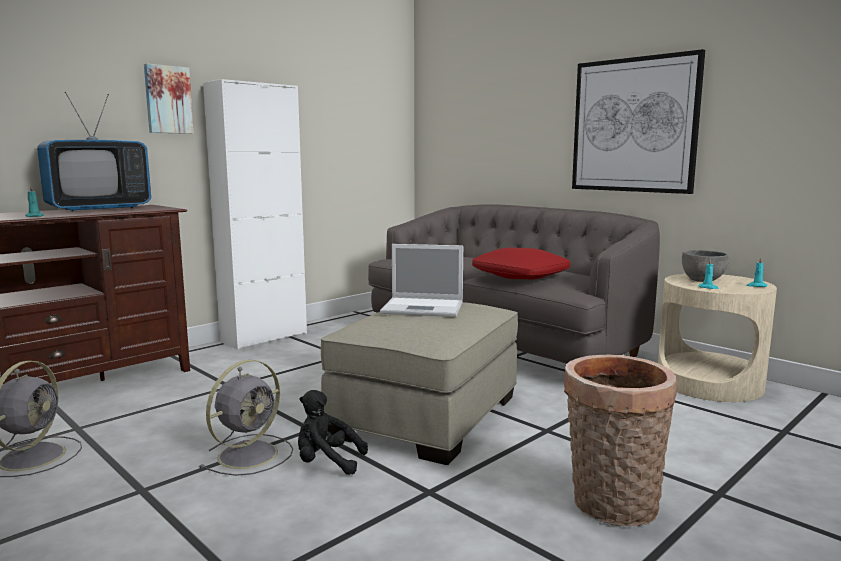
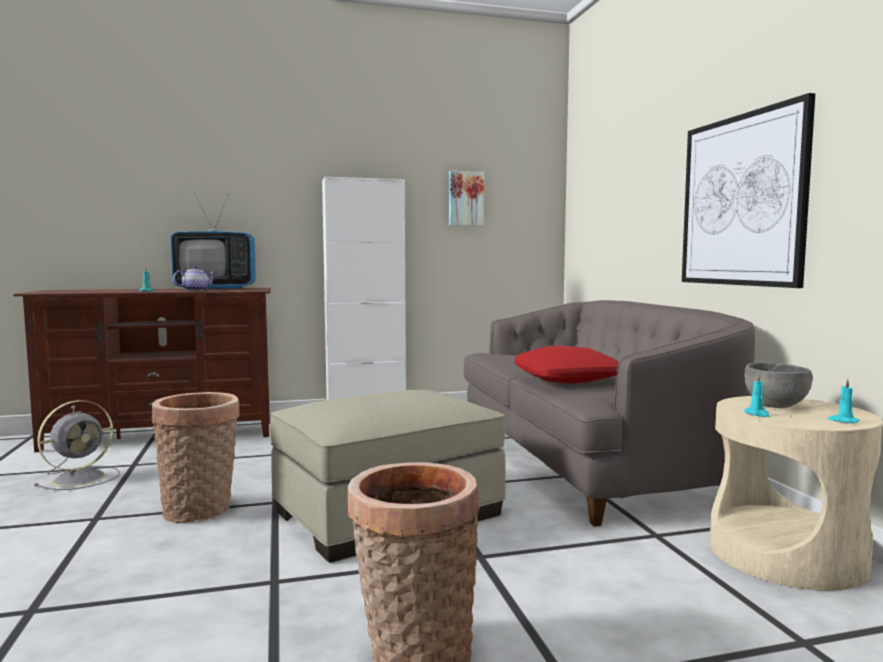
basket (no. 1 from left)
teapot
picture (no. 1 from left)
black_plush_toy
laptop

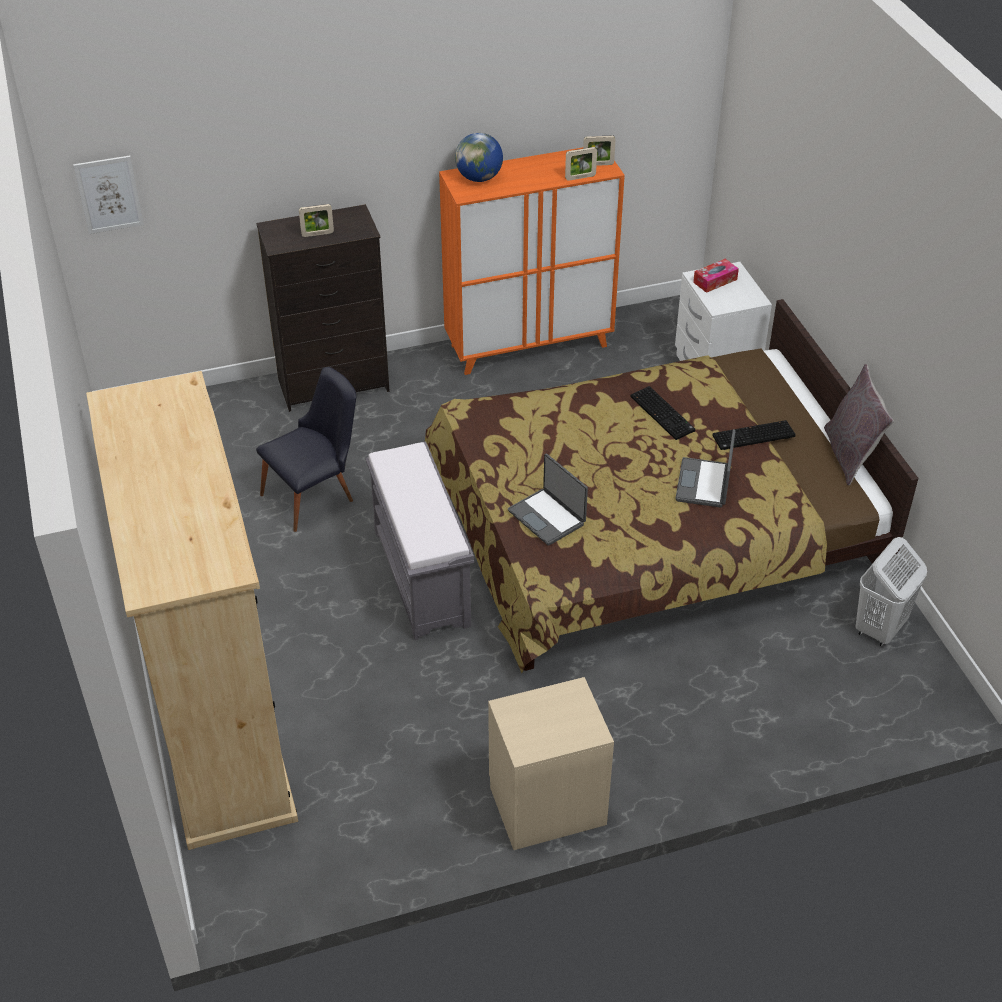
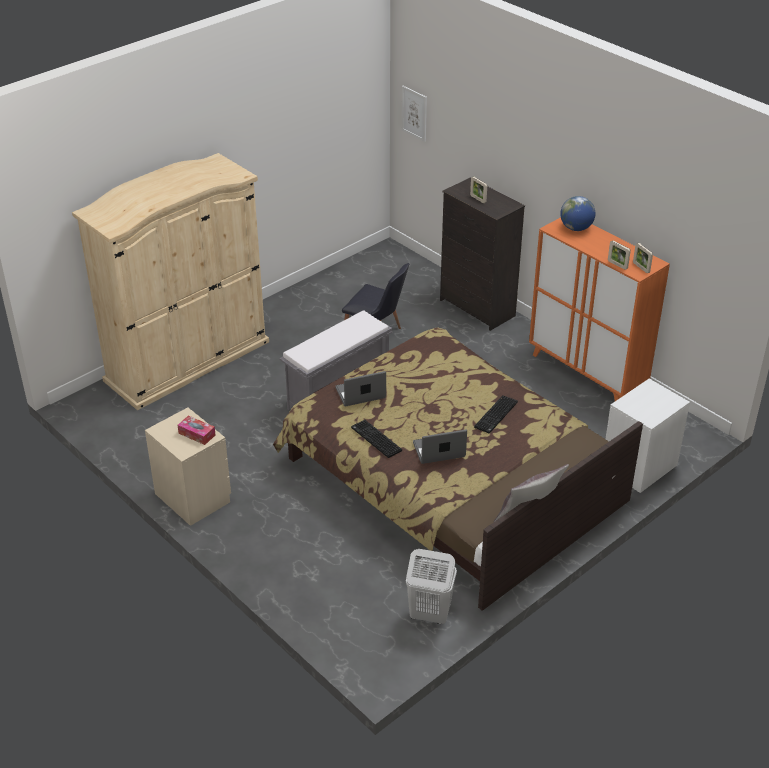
tissue_box
laptop (no. 1 from left)
keyboard (no. 1 from left)

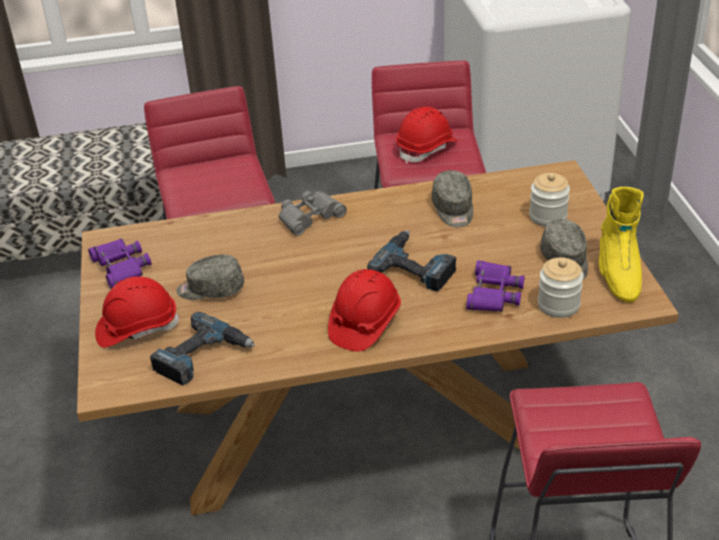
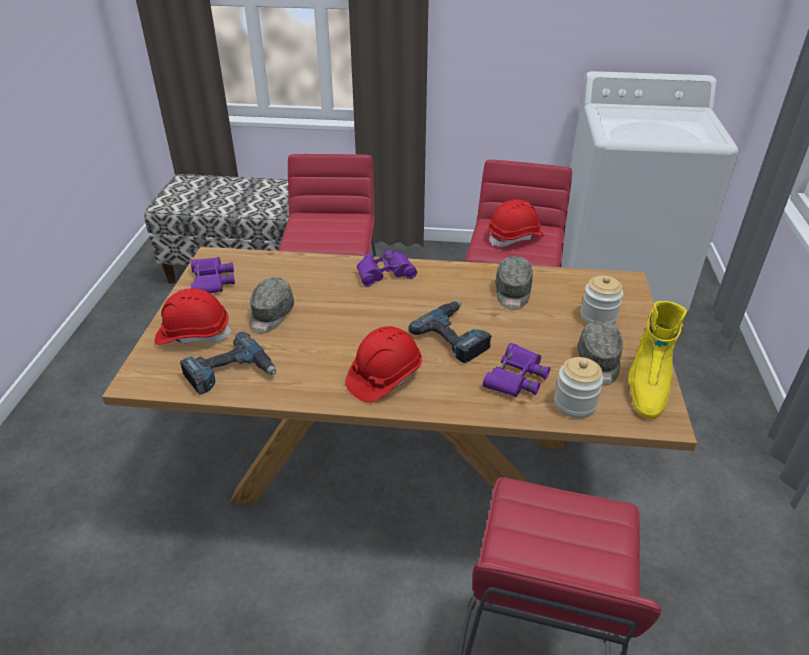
grey_cap (no. 1 from left)
purple_binoculars (no. 2 from left)

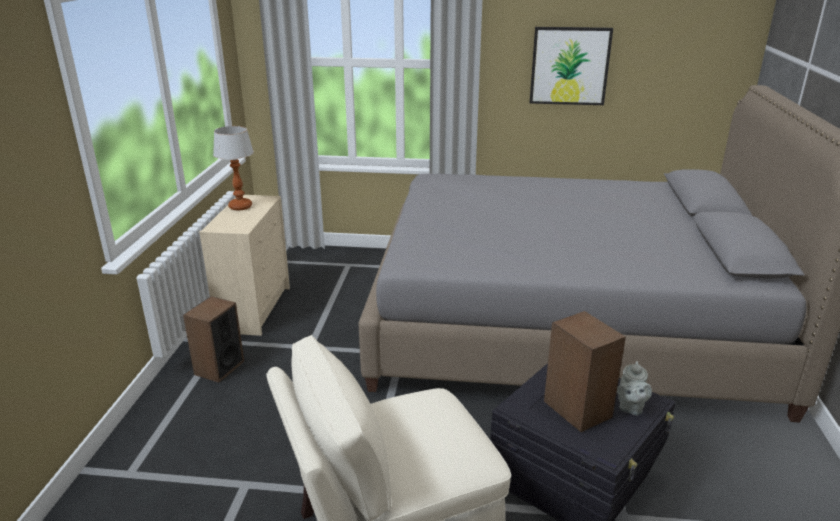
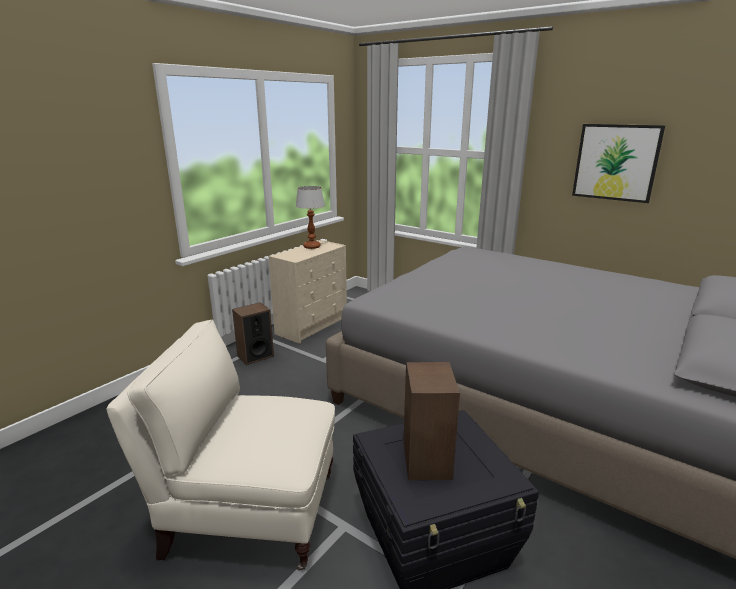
grey_teapot

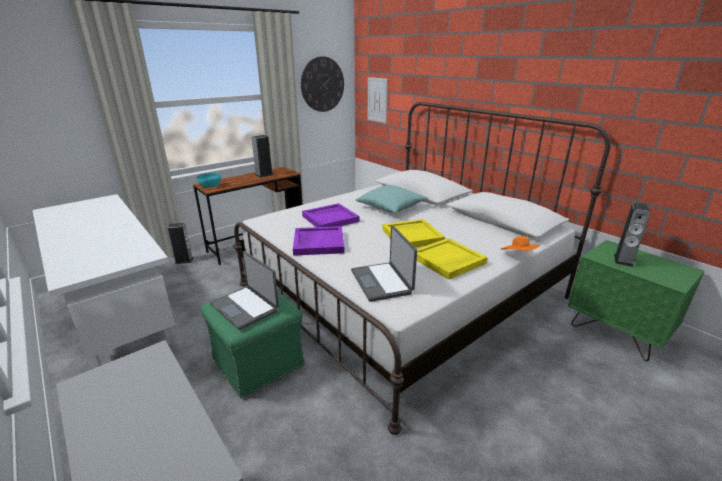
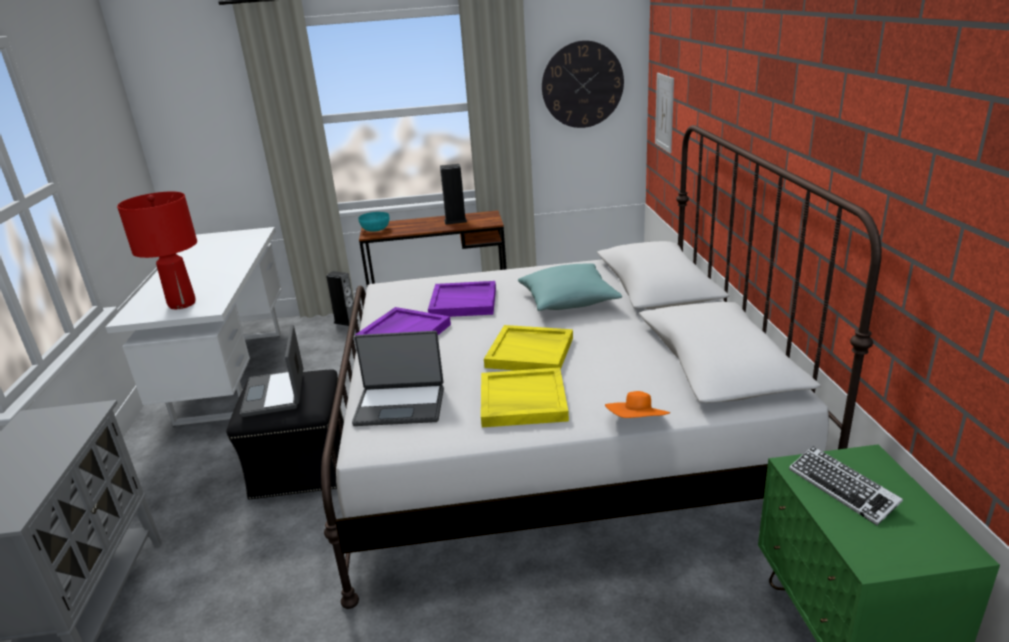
red_table_lamp
black_ottoman
laptop (no. 2 from left)
keyboard

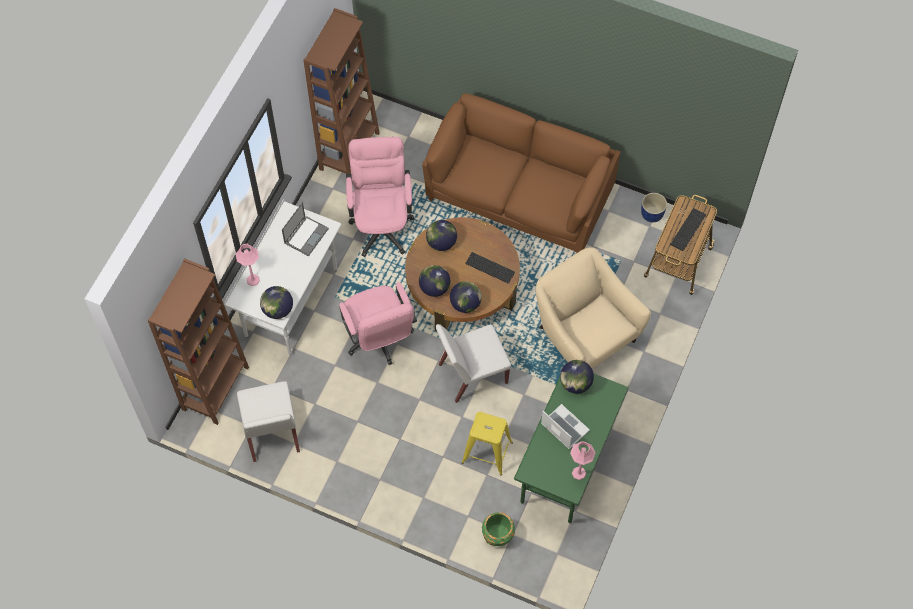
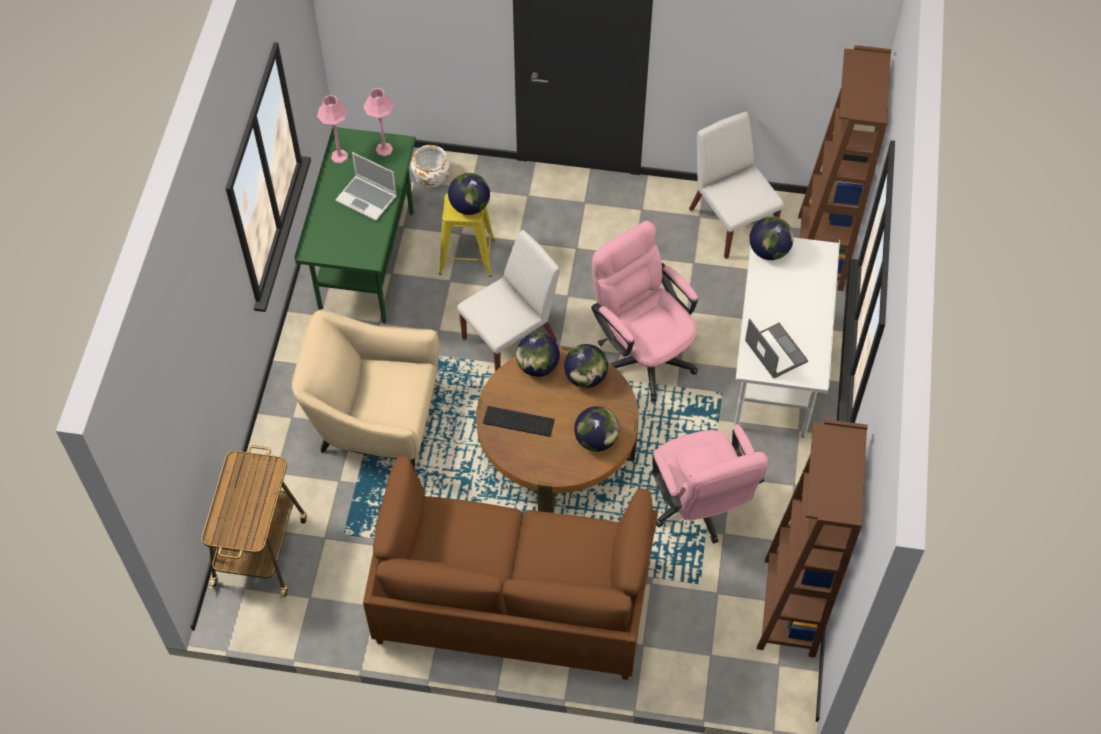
beige_armchair
pink_table_lamp (no. 2 from left)
white_planter
globe (no. 1 from left)
laptop (no. 2 from left)
blue_planter
keyboard (no. 2 from left in the first image)

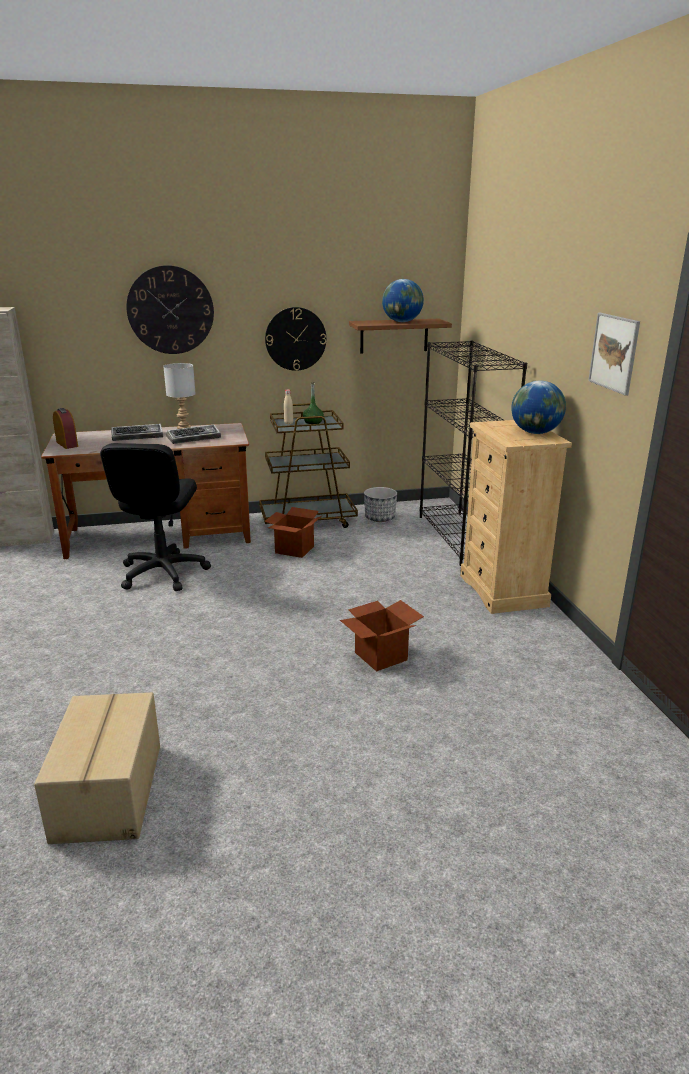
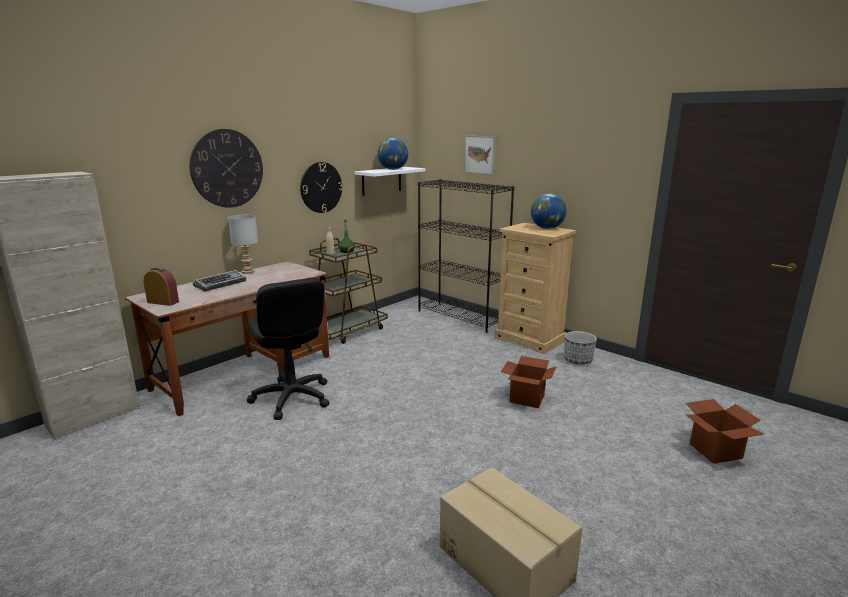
white_shelf
picture
planter
cardboard_box (no. 3 from left)
keyboard (no. 2 from left in the first image)

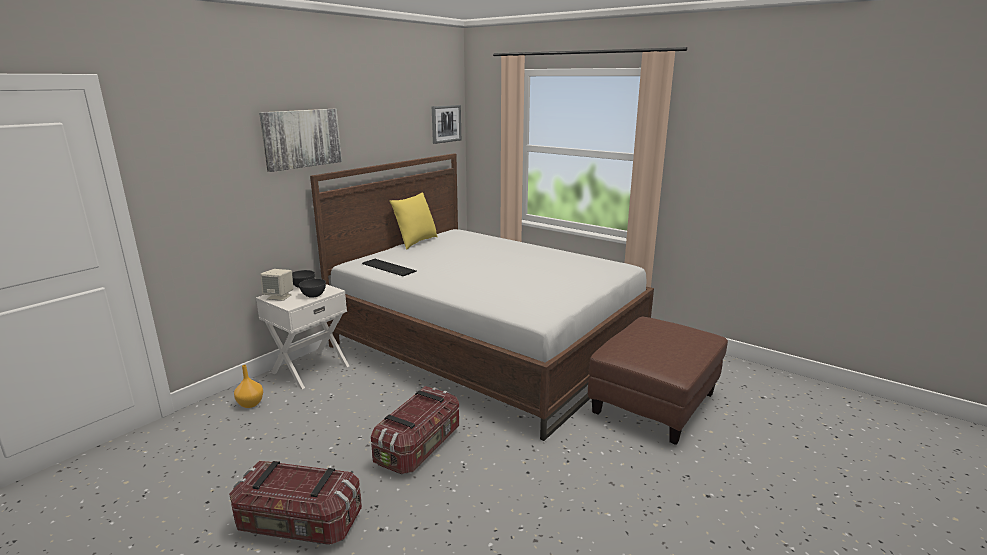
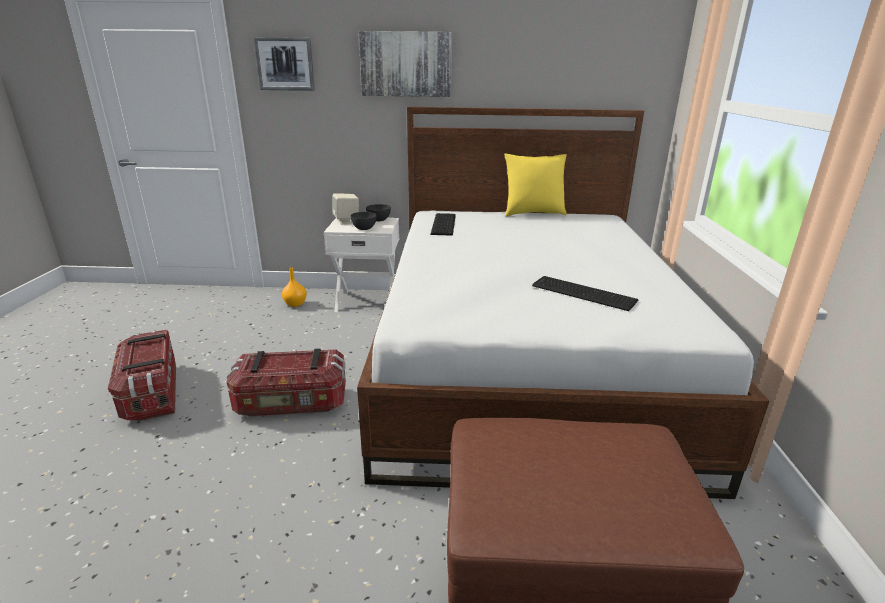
picture (no. 1 from left)
keyboard (no. 2 from left)

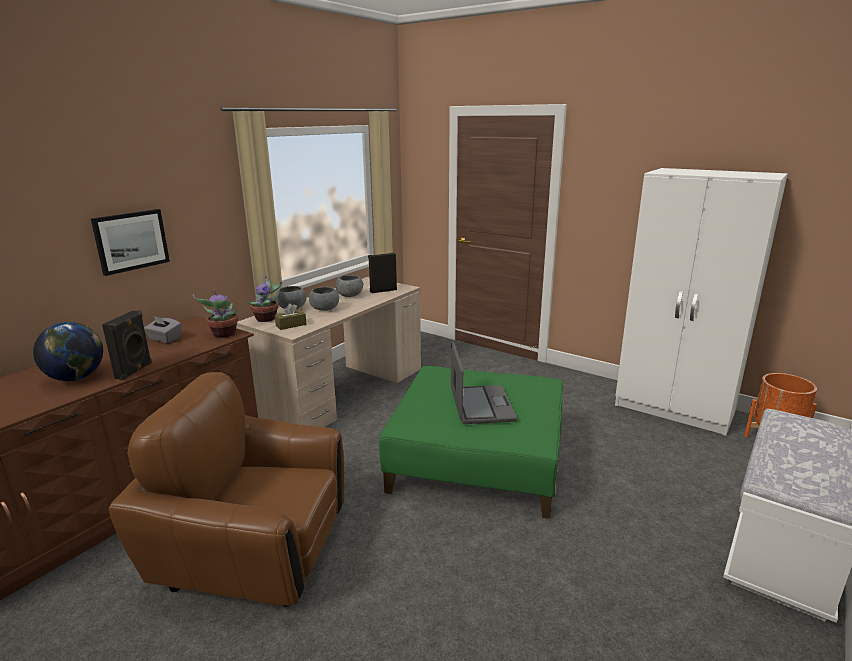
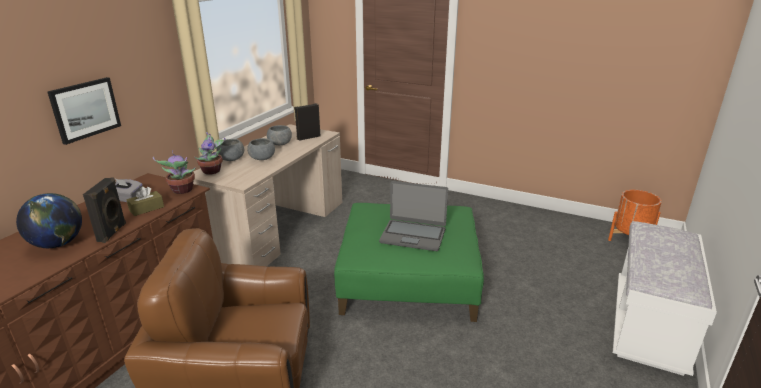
brown_tissue_box
laptop
white_wardrobe

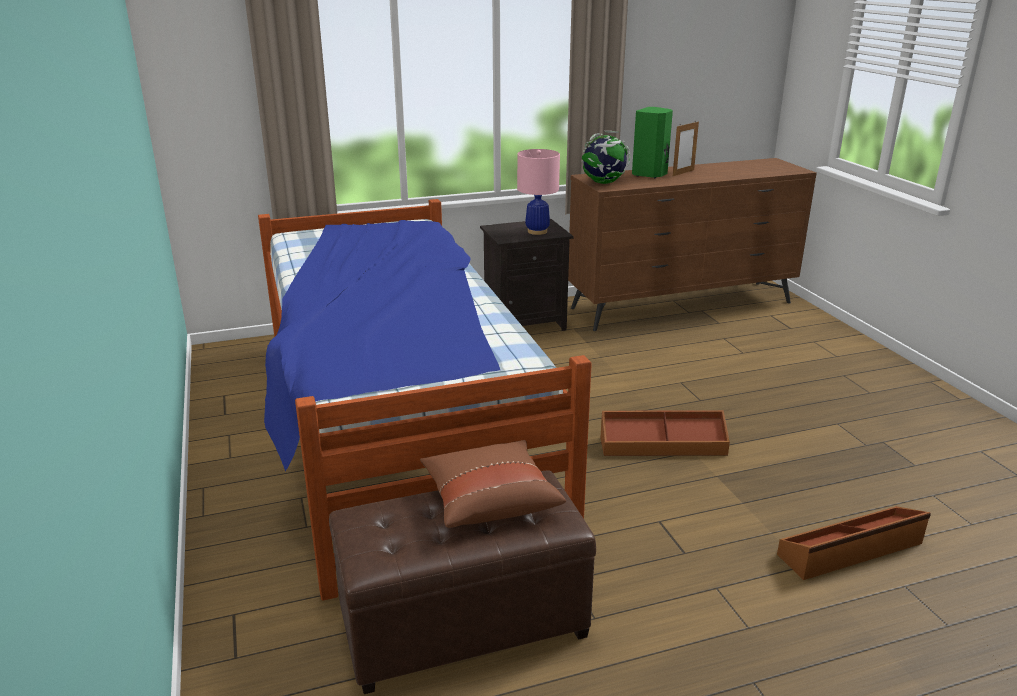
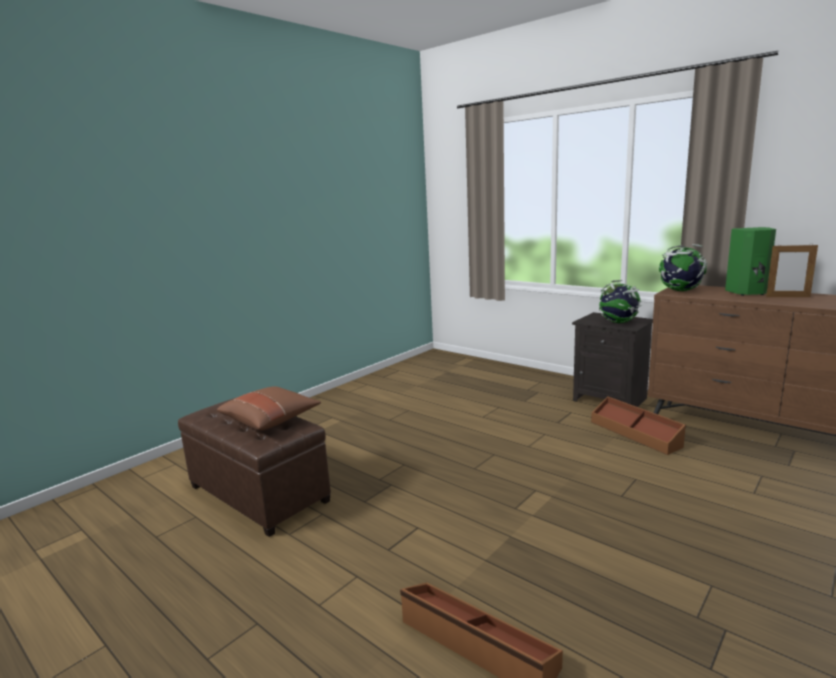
brown_storage_box (no. 2 from left)
globe (no. 1 from left)
bed

